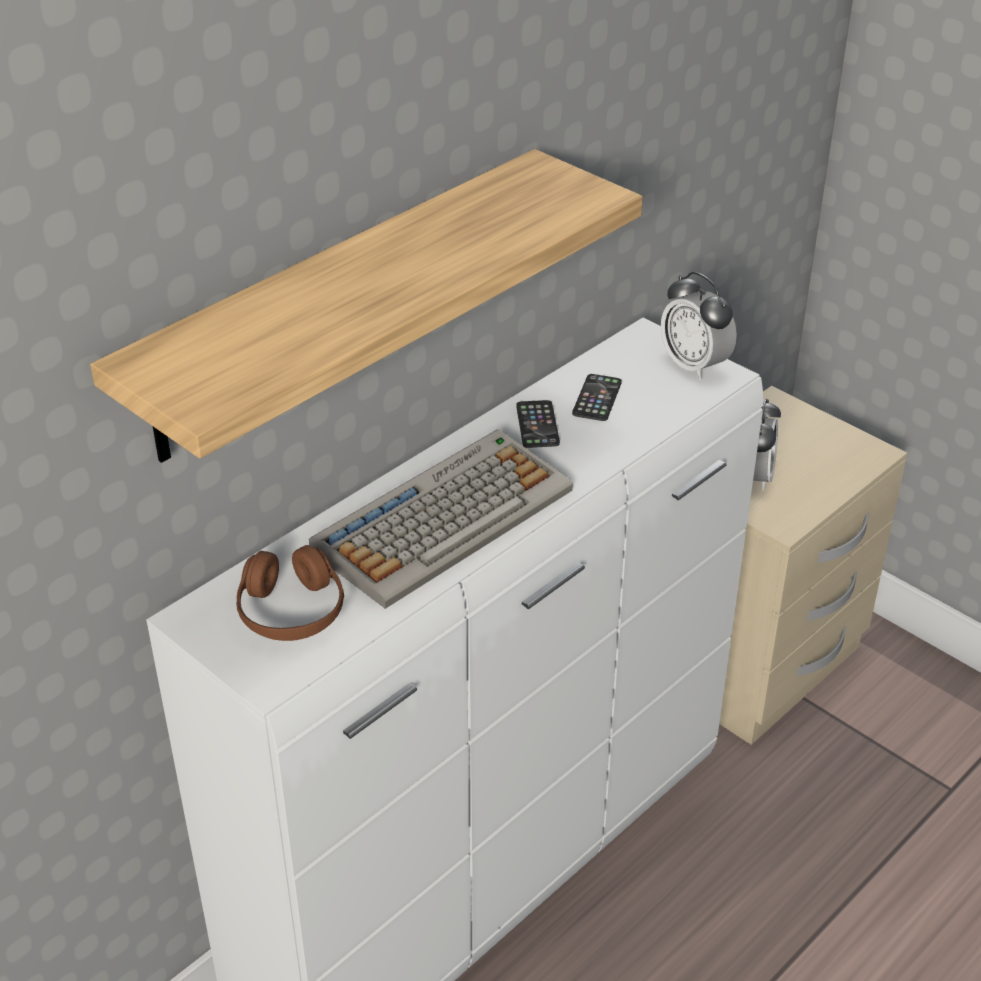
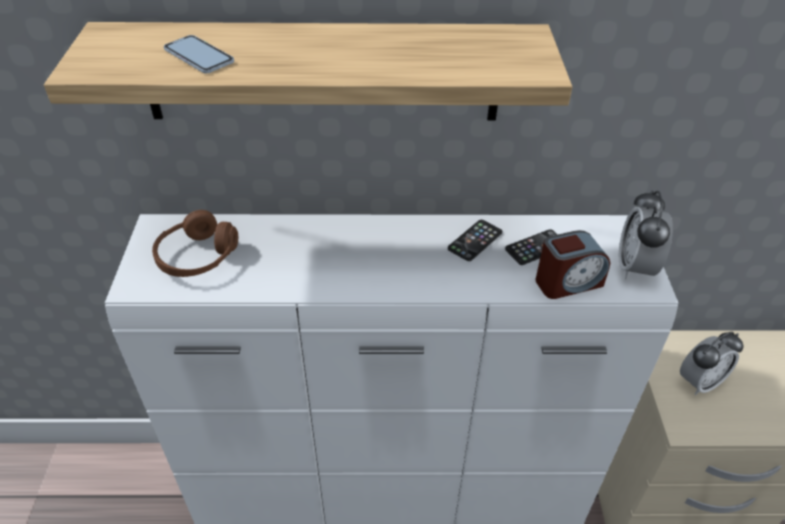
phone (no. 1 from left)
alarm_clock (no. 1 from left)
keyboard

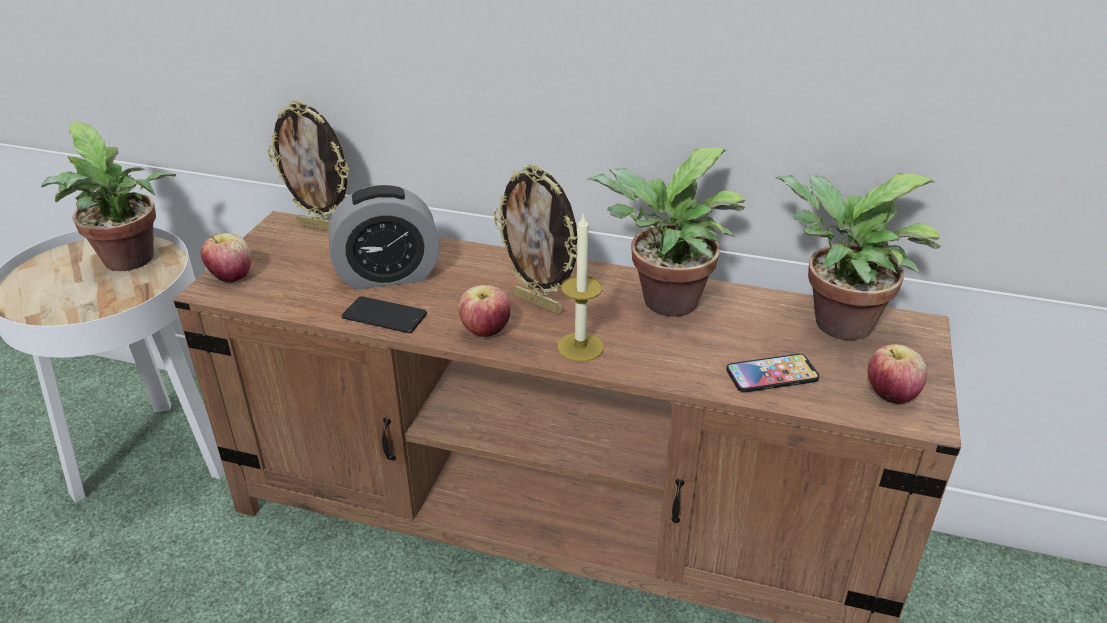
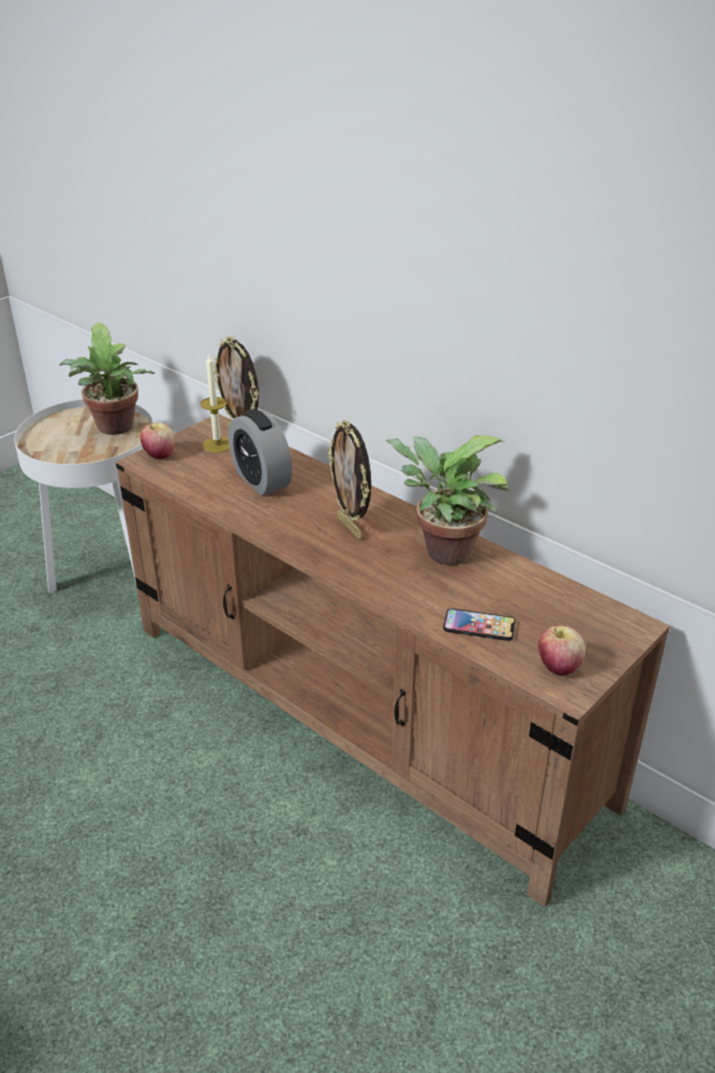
candle
alarm_clock
phone (no. 1 from left in the first image)
apple (no. 2 from left in the first image)
potted_plant (no. 3 from left in the first image)

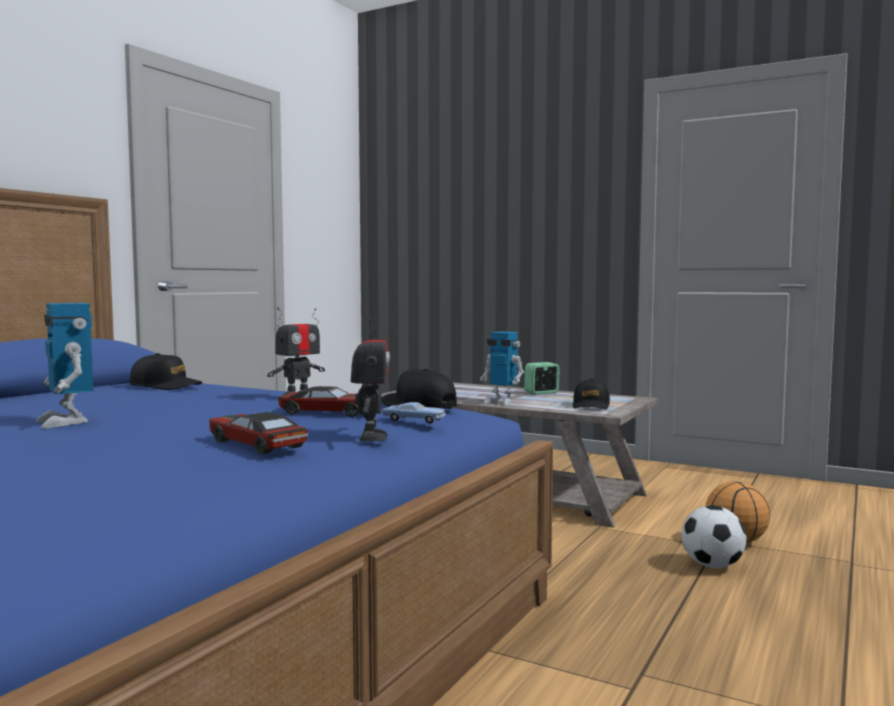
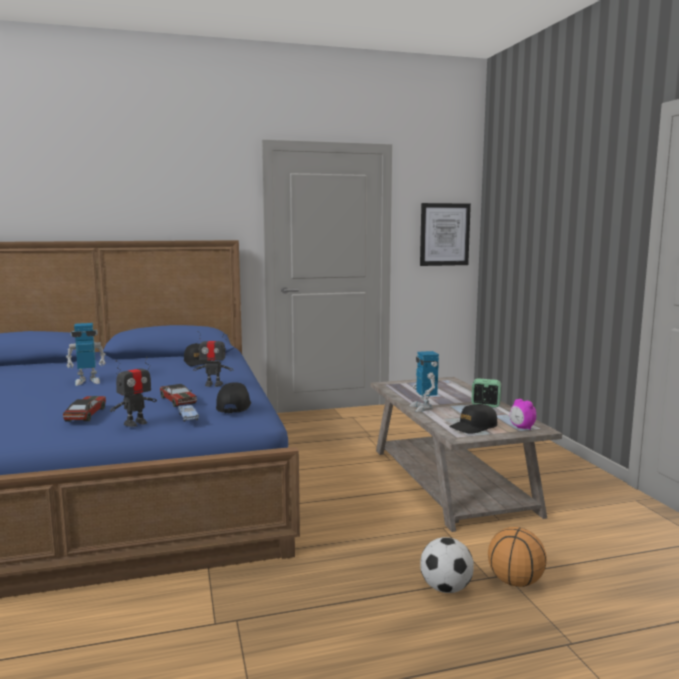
toy_robot (no. 1 from left)
picture
alarm_clock (no. 2 from left)

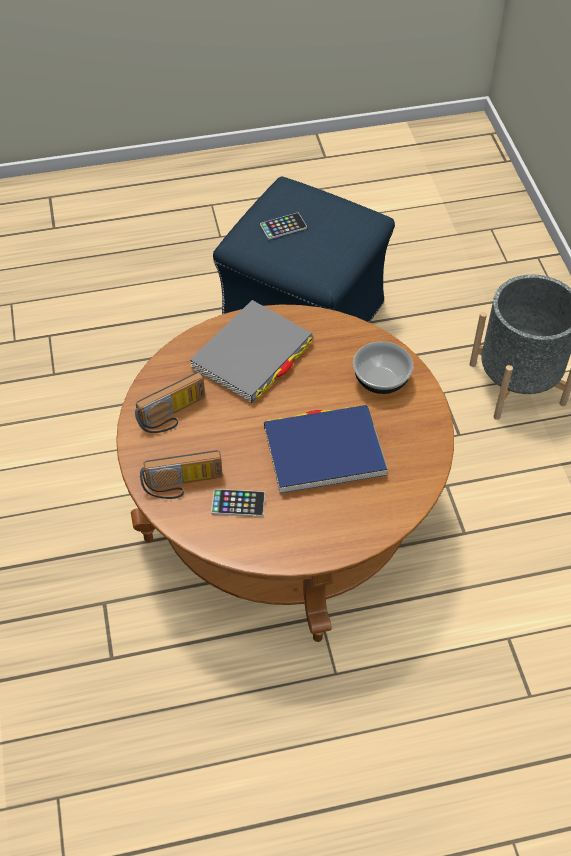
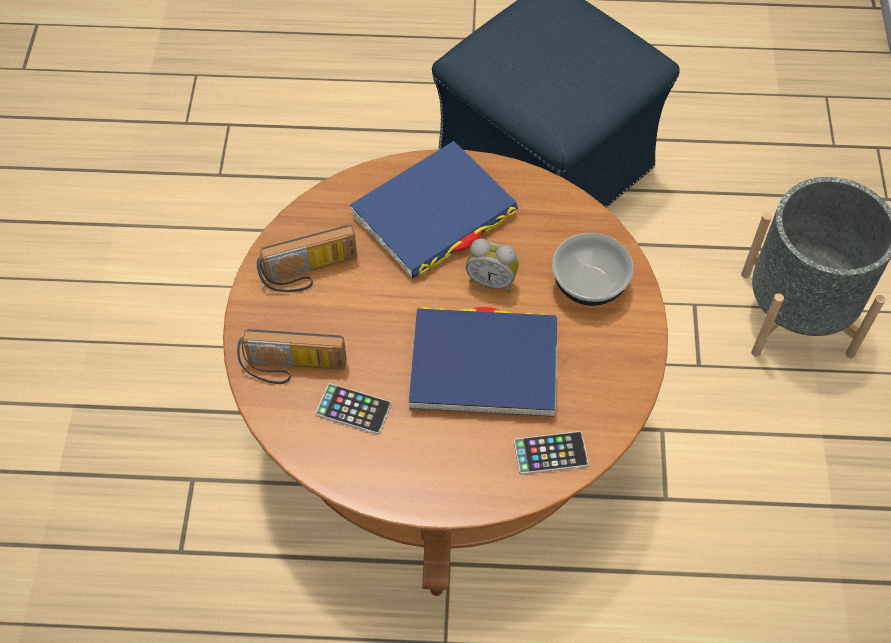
blue_book (no. 1 from left)
alarm_clock
phone (no. 2 from left)

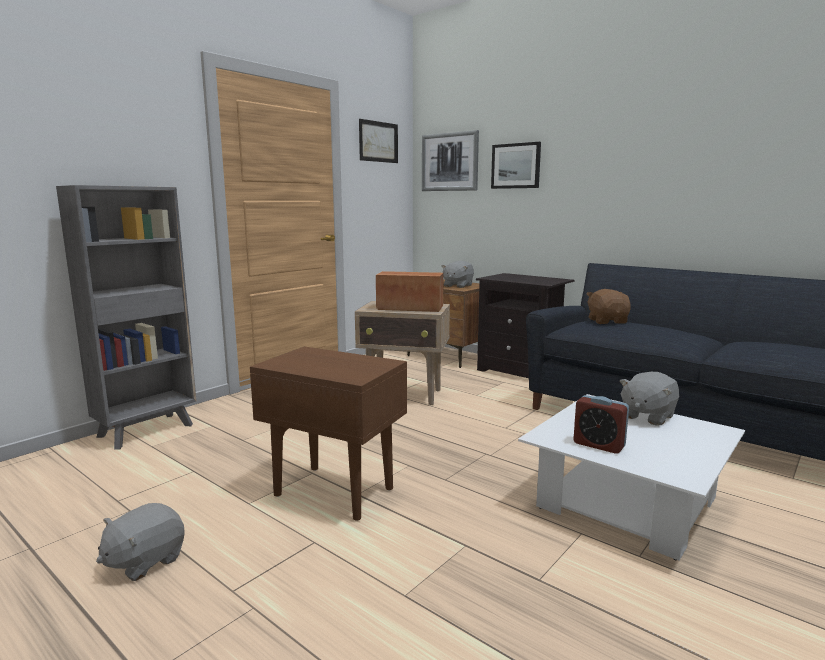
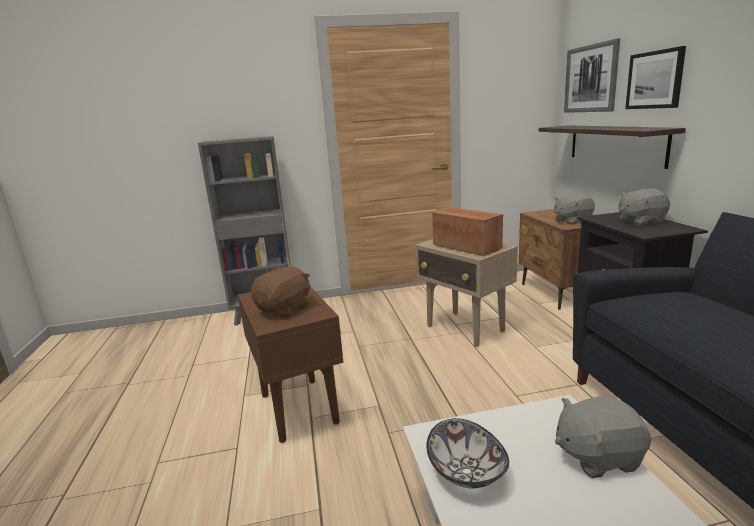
brown_plush_toy
bowl
shelf
grey_plush_toy (no. 3 from left)
picture (no. 1 from left in the first image)

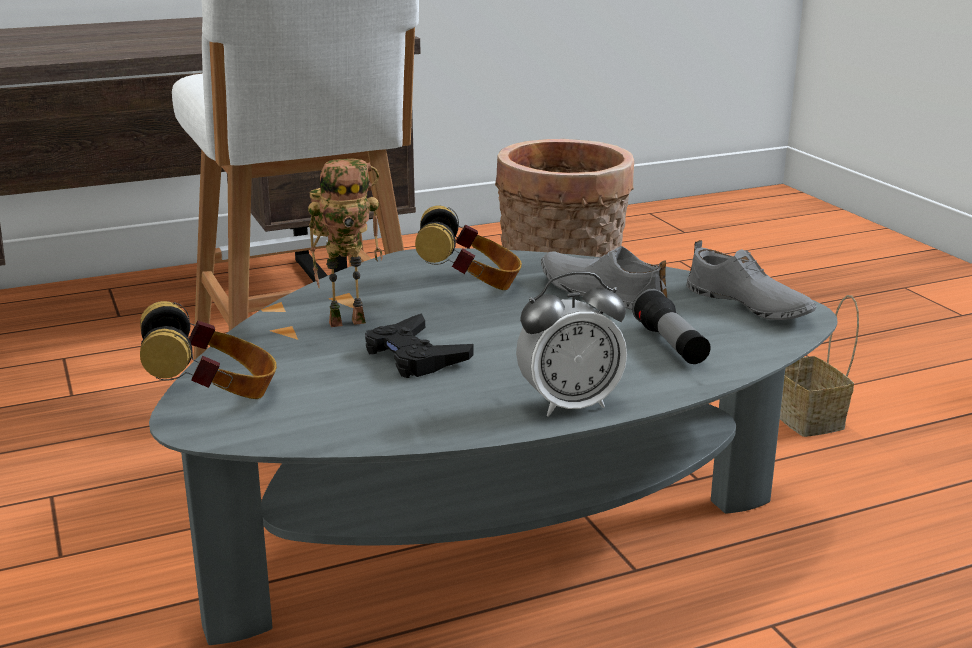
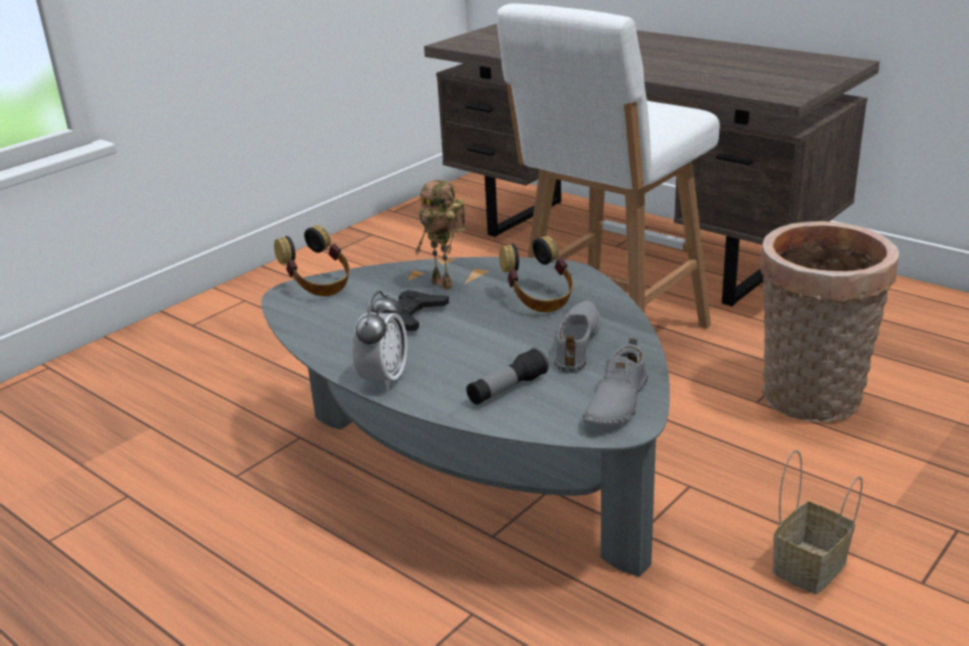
alarm_clock

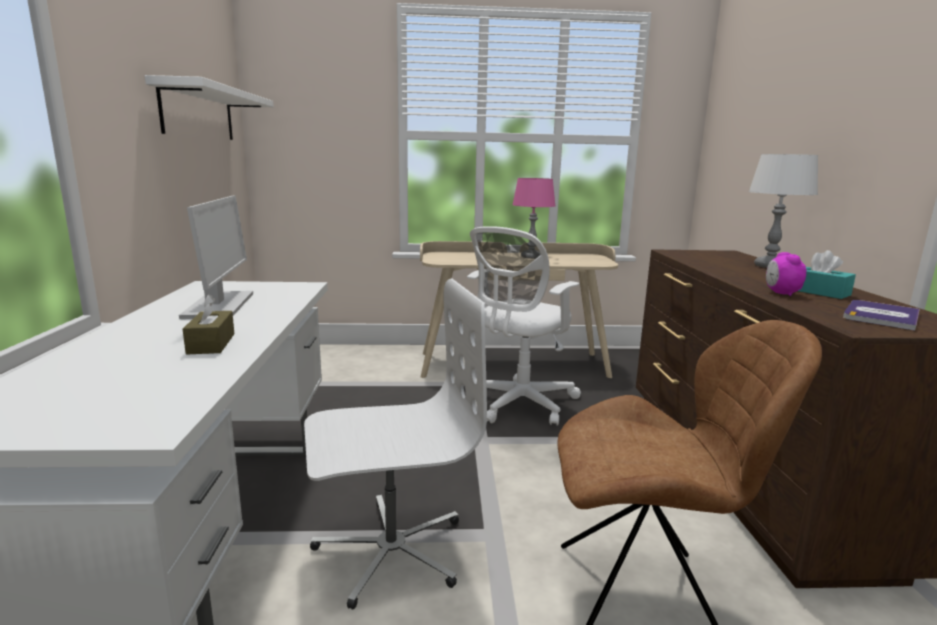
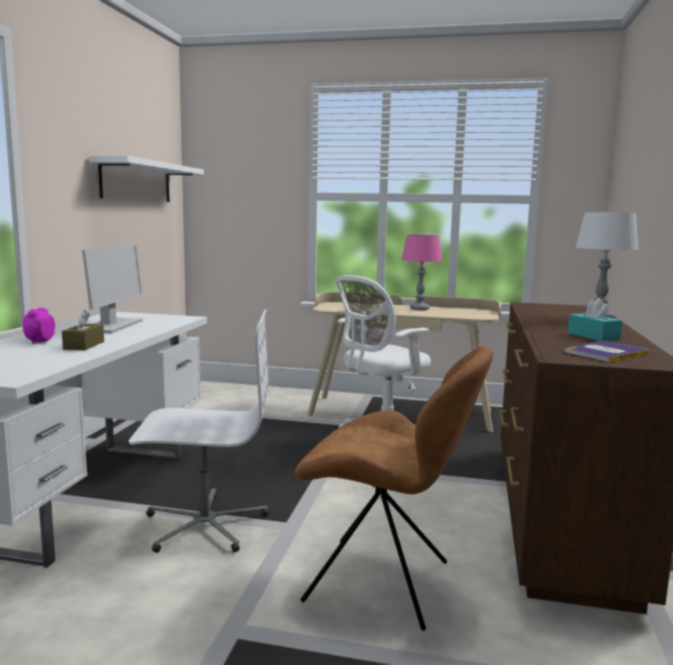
alarm_clock

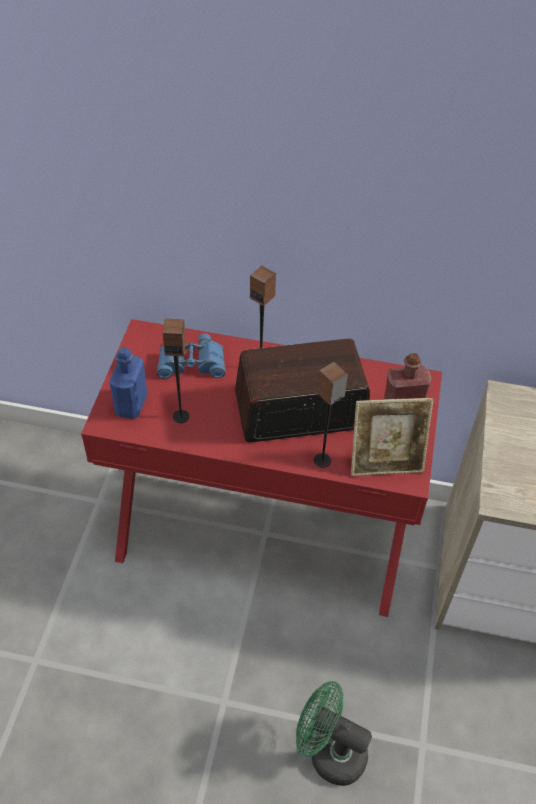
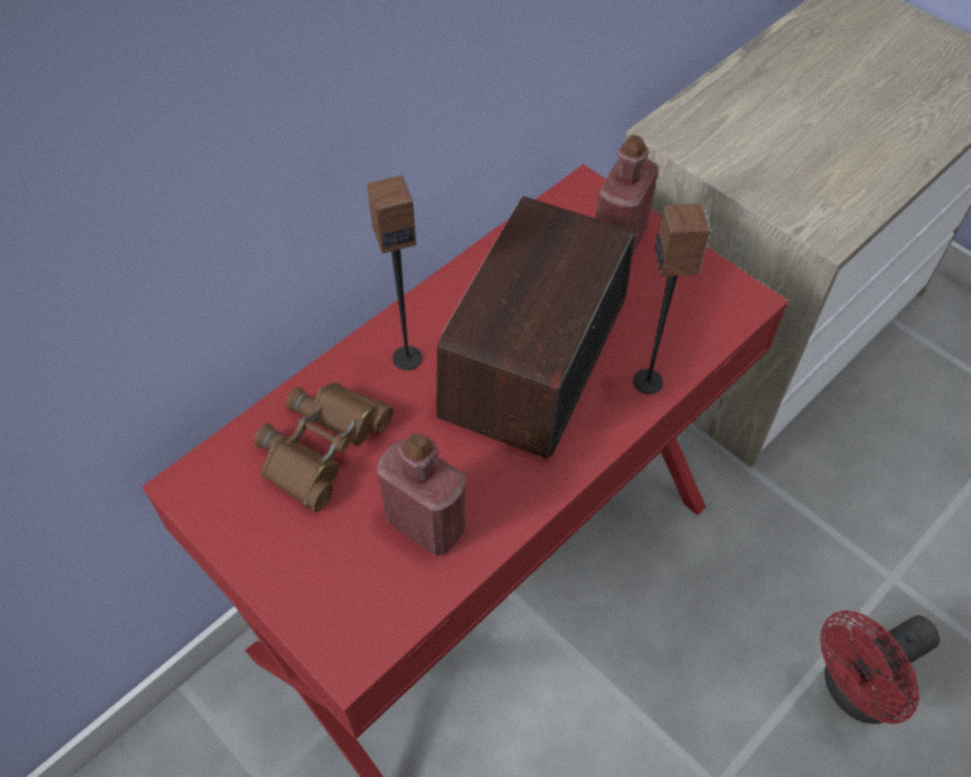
brown_binoculars
red_bottle (no. 1 from left)
red_fan
blue_bottle
picture_frame

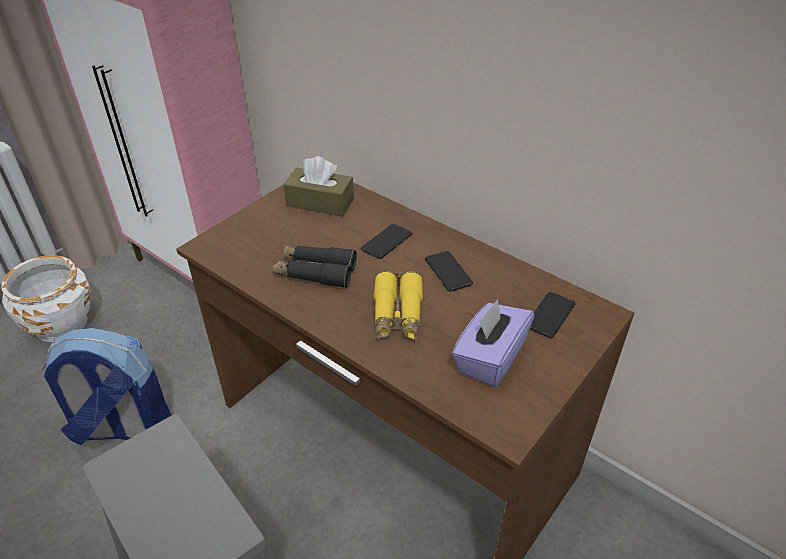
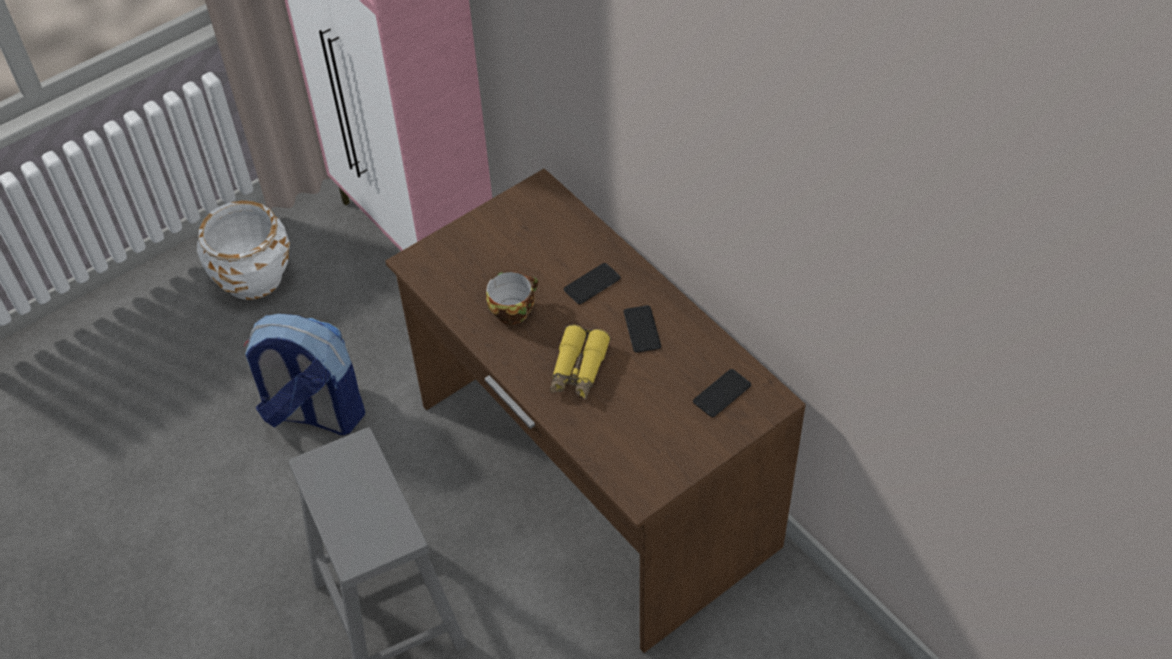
cup
brown_tissue_box
purple_tissue_box

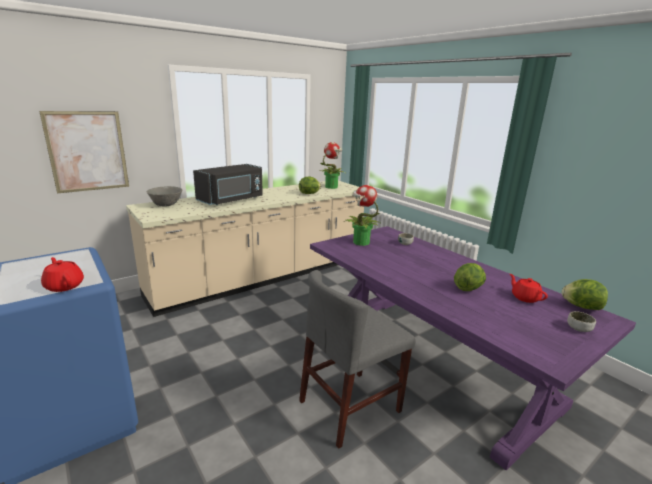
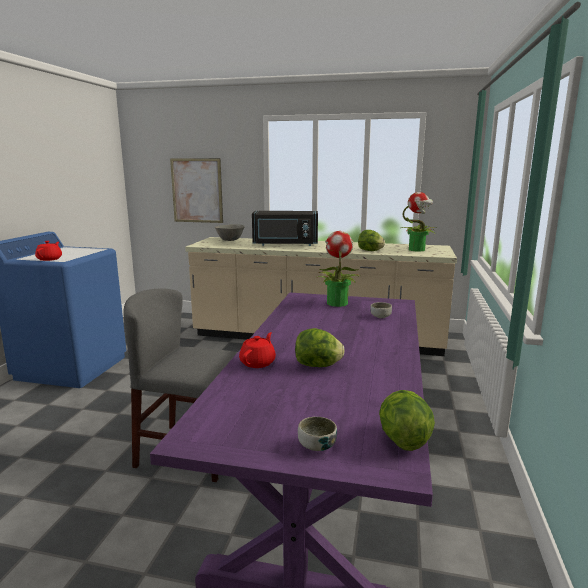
red_teapot (no. 2 from left)

